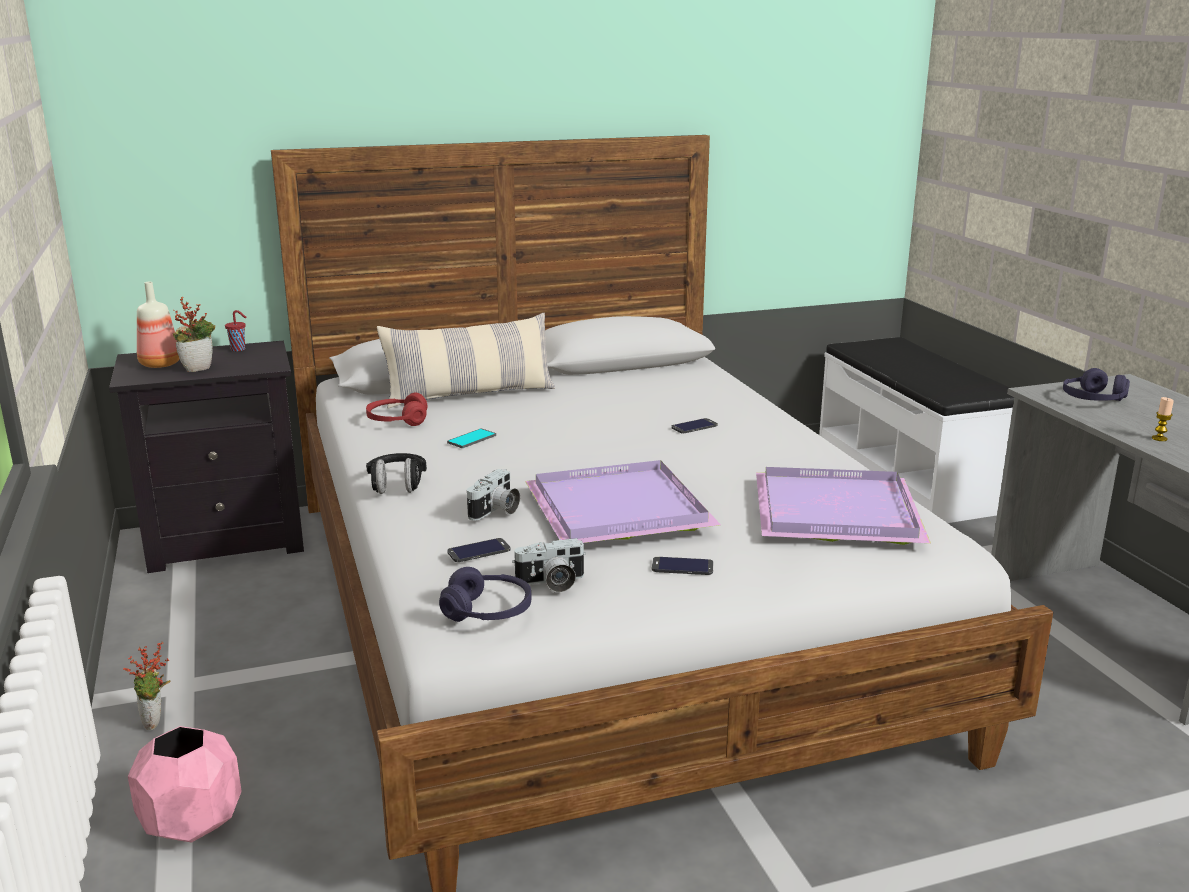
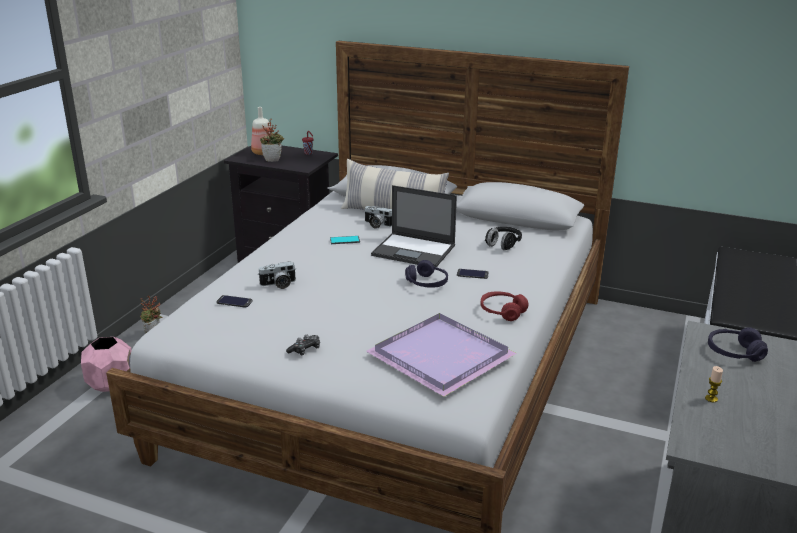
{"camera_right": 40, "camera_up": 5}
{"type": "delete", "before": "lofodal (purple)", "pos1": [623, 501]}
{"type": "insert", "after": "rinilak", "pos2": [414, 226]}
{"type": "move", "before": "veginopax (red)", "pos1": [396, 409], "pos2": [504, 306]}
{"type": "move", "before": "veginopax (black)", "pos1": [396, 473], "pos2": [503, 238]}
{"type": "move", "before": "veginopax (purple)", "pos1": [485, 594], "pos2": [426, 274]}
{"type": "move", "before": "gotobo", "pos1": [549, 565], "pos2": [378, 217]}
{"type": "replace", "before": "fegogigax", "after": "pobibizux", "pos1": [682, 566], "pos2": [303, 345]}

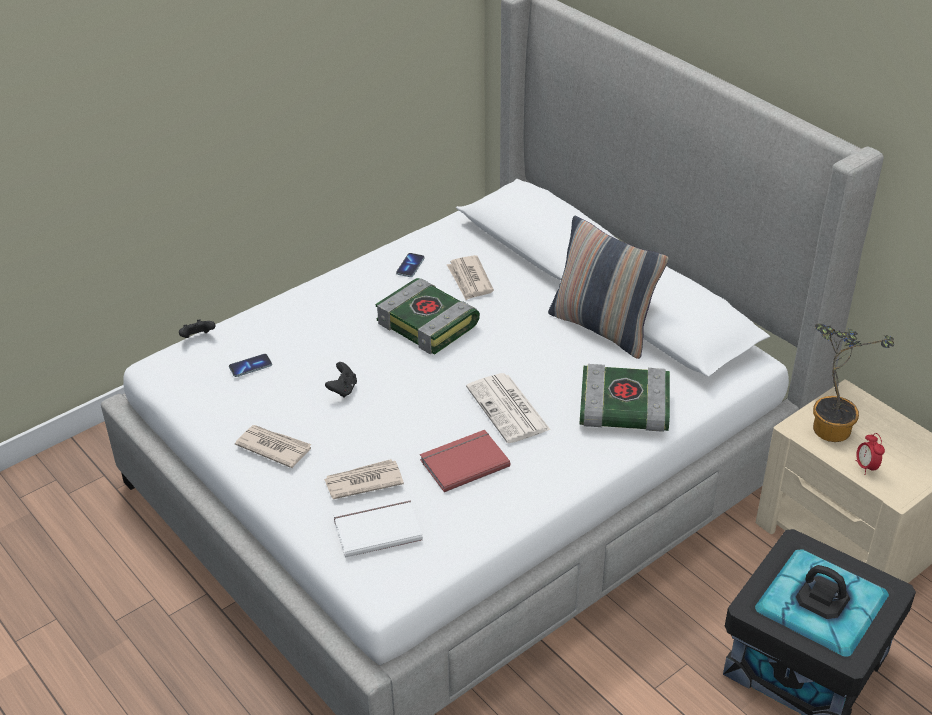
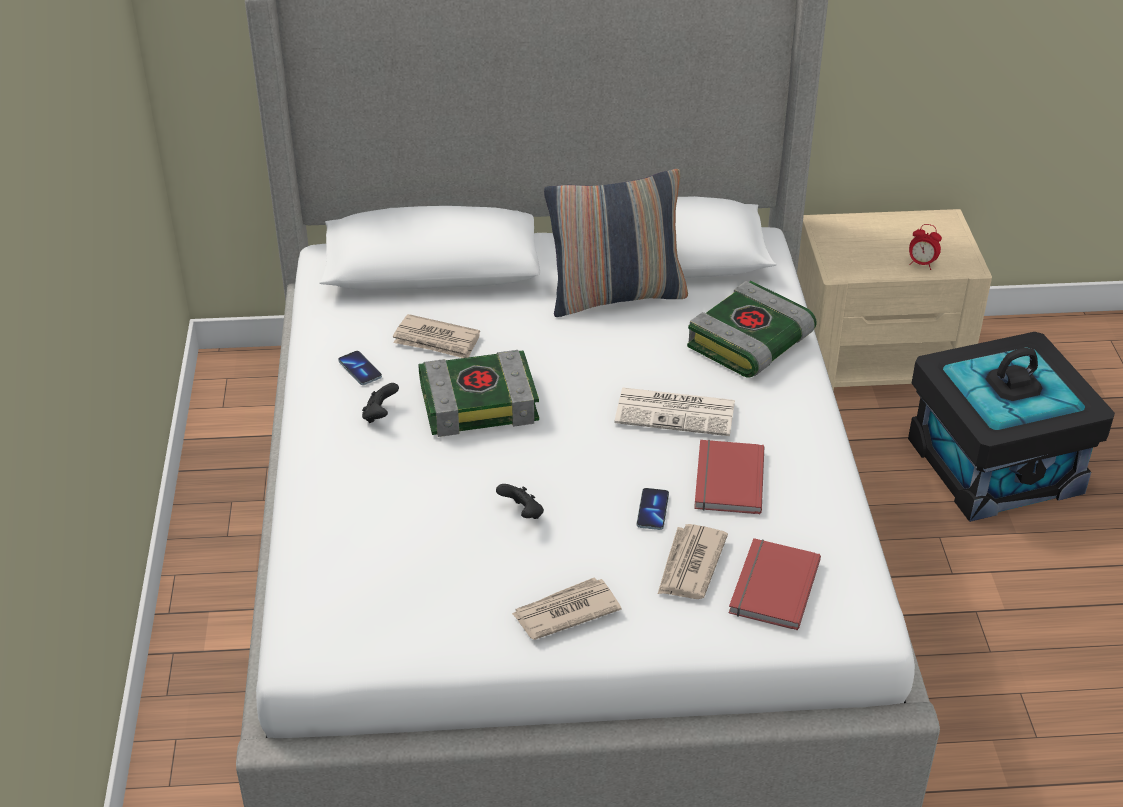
{"camera_right": -55, "camera_up": 0}
{"type": "delete", "before": "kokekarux", "pos1": [853, 382]}
{"type": "move", "before": "pobibizux (black)", "pos1": [197, 328], "pos2": [380, 403]}
{"type": "move", "before": "fegogigax", "pos1": [250, 365], "pos2": [653, 509]}
{"type": "recolor", "before": "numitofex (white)", "after": "numitofex (red)", "pos1": [378, 527], "pos2": [774, 584]}

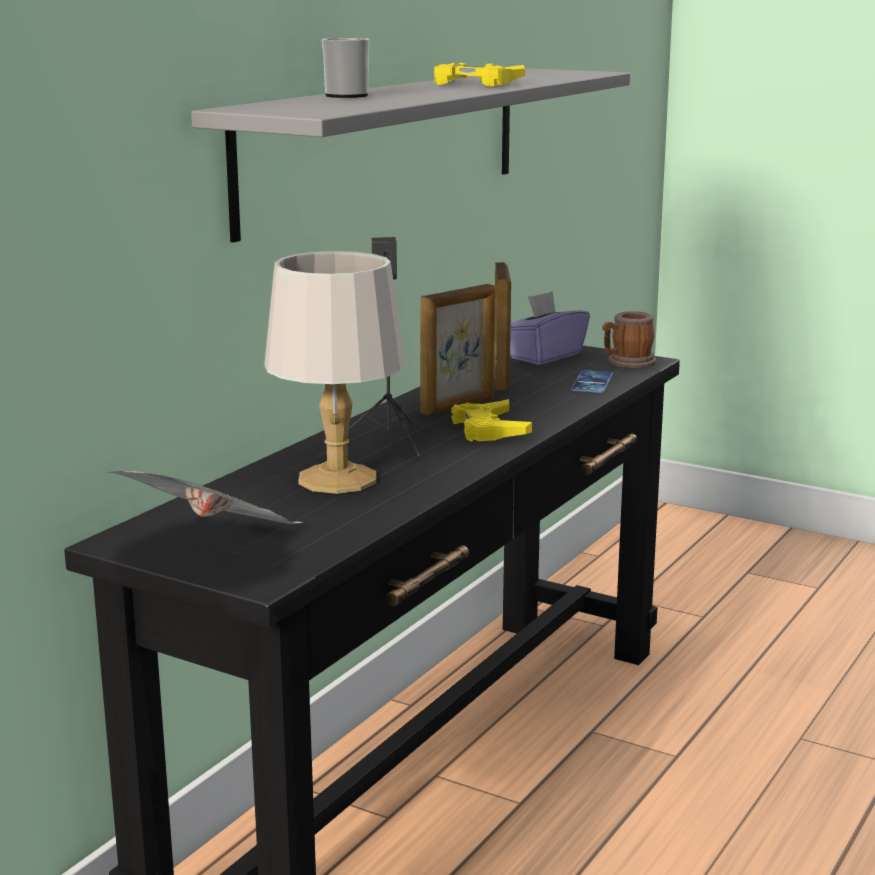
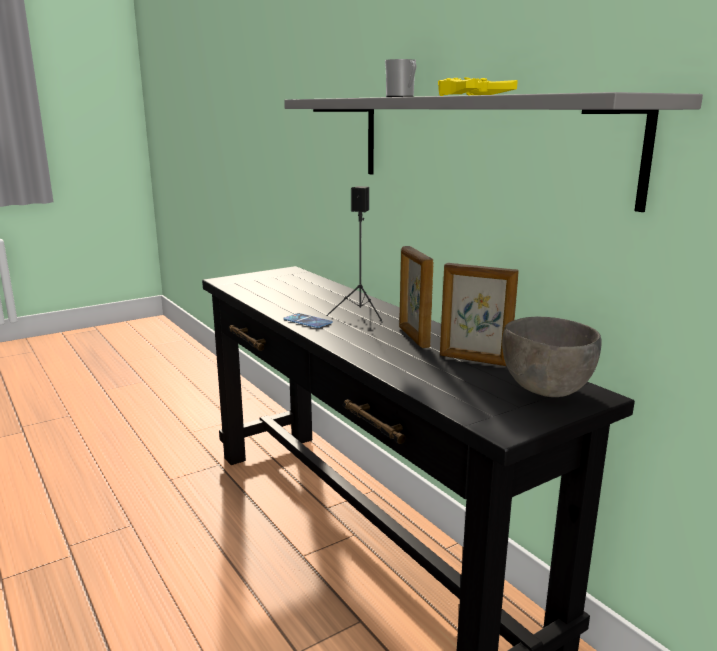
{"camera_right": 115, "camera_up": 0}
{"type": "delete", "before": "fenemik", "pos1": [204, 497]}
{"type": "delete", "before": "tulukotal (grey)", "pos1": [335, 372]}
{"type": "delete", "before": "pobibizux (yellow)", "pos1": [491, 420]}
{"type": "delete", "before": "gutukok", "pos1": [629, 340]}
{"type": "move", "before": "fegogigax", "pos1": [592, 381], "pos2": [308, 320]}
{"type": "replace", "before": "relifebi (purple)", "after": "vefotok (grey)", "pos1": [550, 328], "pos2": [552, 356]}

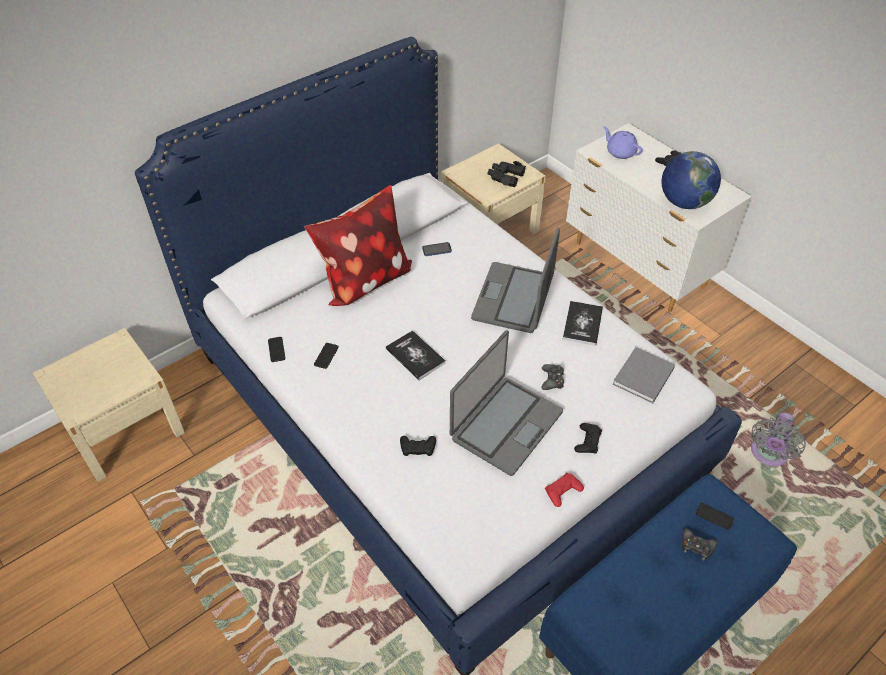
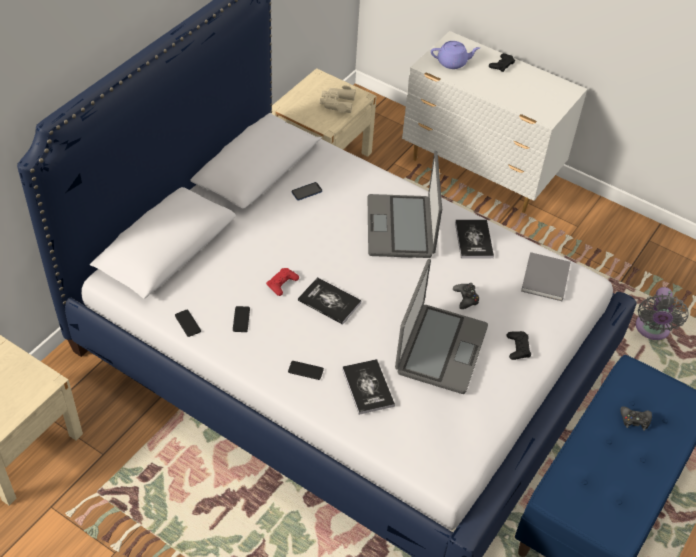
{"camera_right": -20, "camera_up": 0}
{"type": "delete", "before": "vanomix", "pos1": [358, 245]}
{"type": "delete", "before": "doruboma", "pos1": [691, 180]}
{"type": "move", "before": "pobibizux (red)", "pos1": [564, 490], "pos2": [282, 282]}
{"type": "move", "before": "fegogigax", "pos1": [715, 516], "pos2": [306, 370]}
{"type": "replace", "before": "pobibizux (black)", "after": "numitofex", "pos1": [418, 446], "pos2": [368, 387]}
{"type": "recolor", "before": "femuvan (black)", "after": "femuvan (beige)", "pos1": [506, 174], "pos2": [337, 99]}
{"type": "rotate", "before": "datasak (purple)", "pos1": [623, 142], "pos2": [455, 55], "turn": 150}

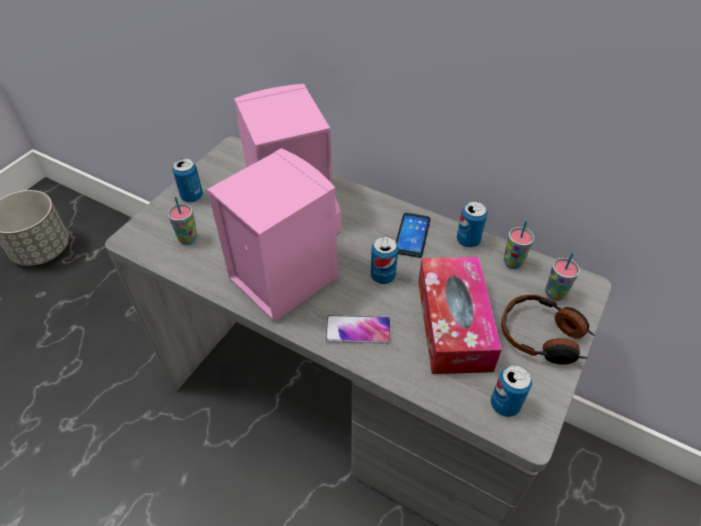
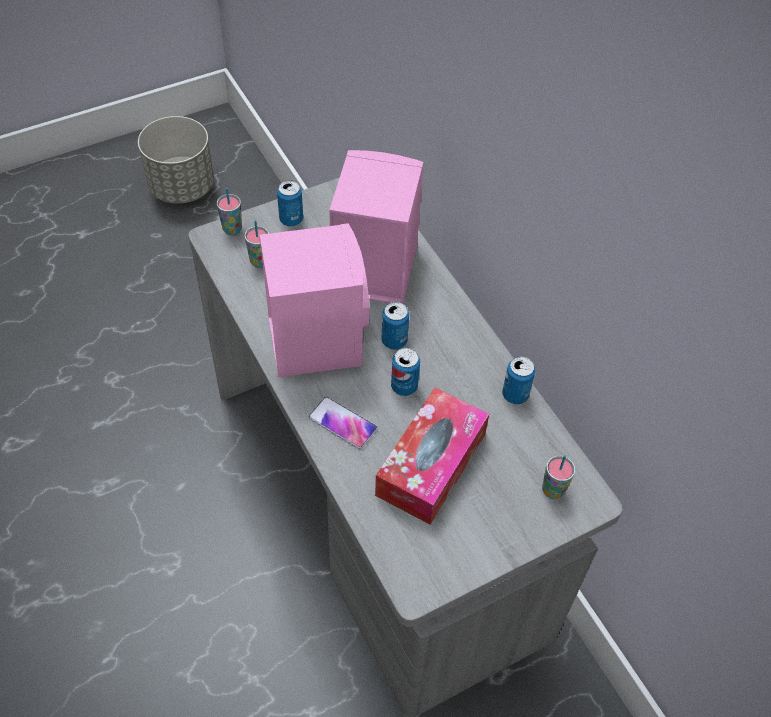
{"camera_right": 30, "camera_up": 5}
{"type": "delete", "before": "fegogigax", "pos1": [413, 235]}
{"type": "delete", "before": "veginopax", "pos1": [548, 330]}
{"type": "move", "before": "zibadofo", "pos1": [511, 391], "pos2": [395, 326]}
{"type": "move", "before": "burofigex", "pos1": [519, 245], "pos2": [229, 212]}

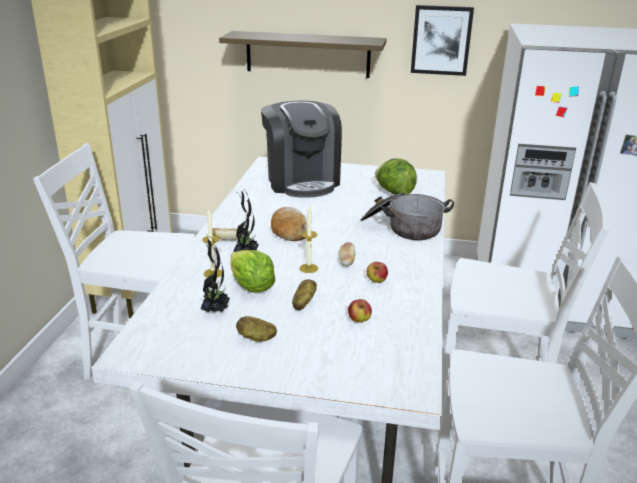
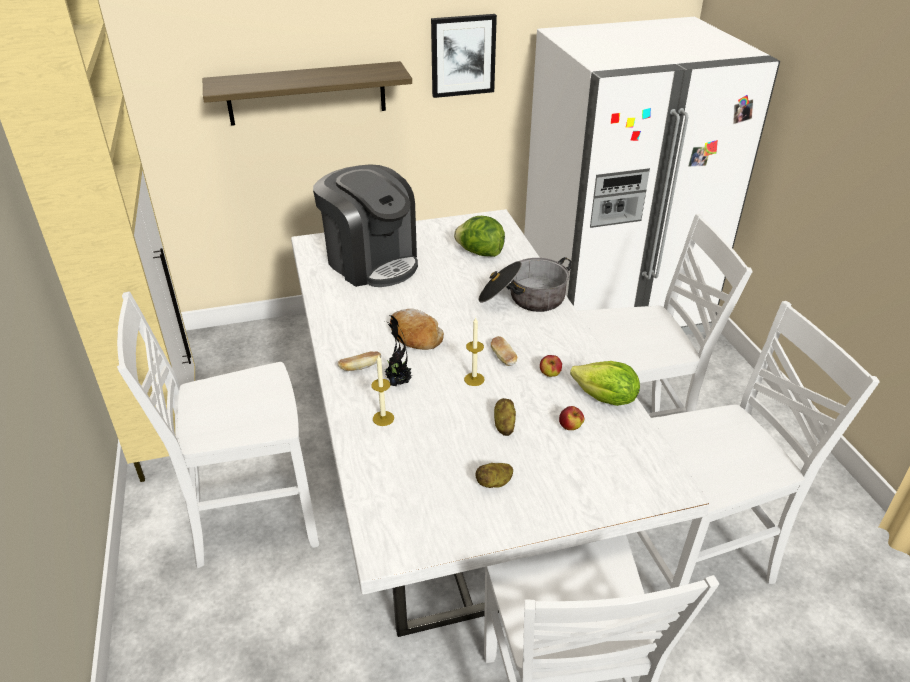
{"camera_right": -25, "camera_up": 10}
{"type": "delete", "before": "kokekarux", "pos1": [215, 273]}
{"type": "move", "before": "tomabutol", "pos1": [252, 271], "pos2": [605, 383]}

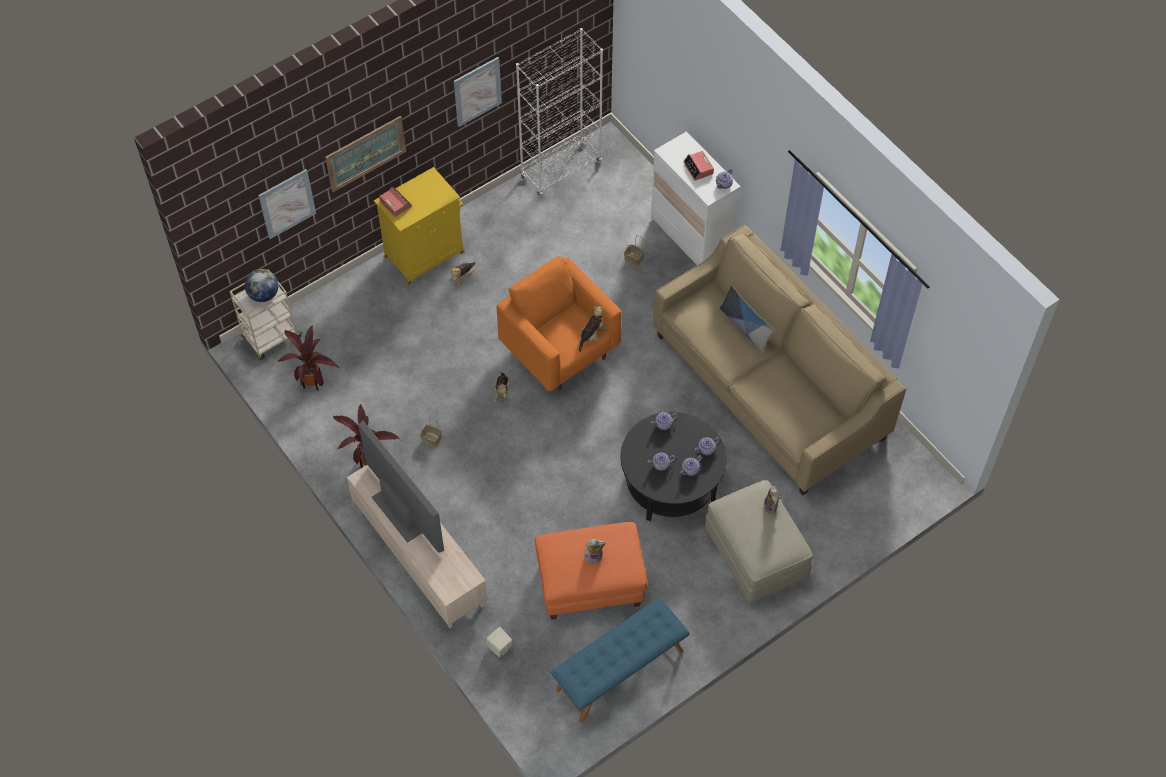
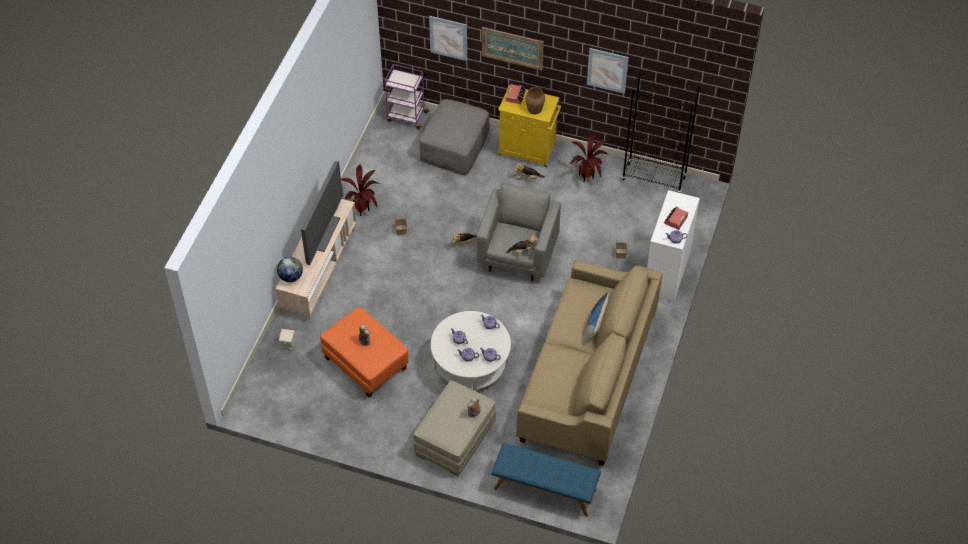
{"camera_right": 55, "camera_up": -5}
{"type": "insert", "after": "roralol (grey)", "pos2": [454, 137]}
{"type": "insert", "after": "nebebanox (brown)", "pos2": [535, 101]}
{"type": "move", "before": "doruboma", "pos1": [262, 285], "pos2": [290, 269]}
{"type": "move", "before": "kokekarux", "pos1": [308, 358], "pos2": [589, 157]}
{"type": "move", "before": "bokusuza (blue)", "pos1": [620, 660], "pos2": [546, 480]}
{"type": "recolor", "before": "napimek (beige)", "after": "napimek (purple)", "pos1": [266, 314], "pos2": [407, 96]}
{"type": "recolor", "before": "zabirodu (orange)", "after": "zabirodu (grey)", "pos1": [559, 323], "pos2": [518, 232]}
{"type": "recolor", "before": "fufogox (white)", "after": "fufogox (black)", "pos1": [559, 113], "pos2": [661, 132]}
{"type": "recolor", "before": "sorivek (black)", "after": "sorivek (white)", "pos1": [673, 466], "pos2": [471, 351]}

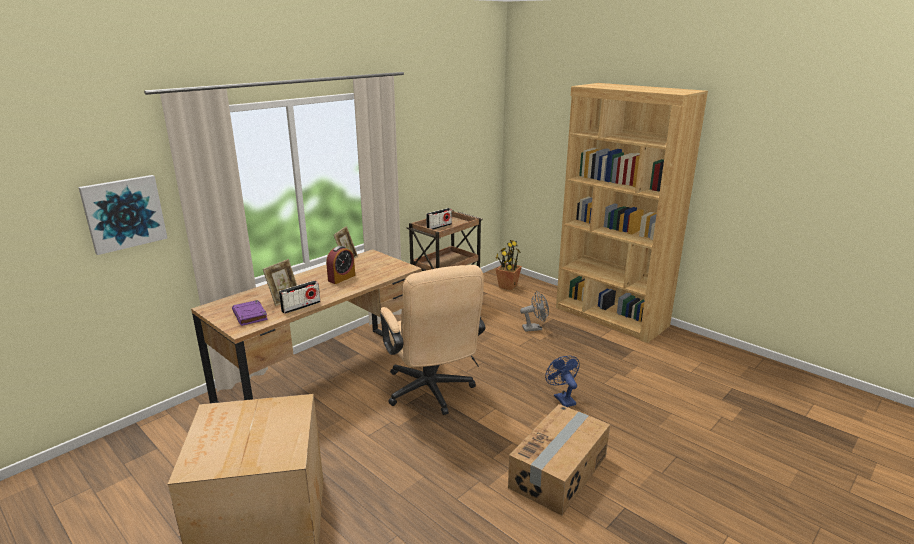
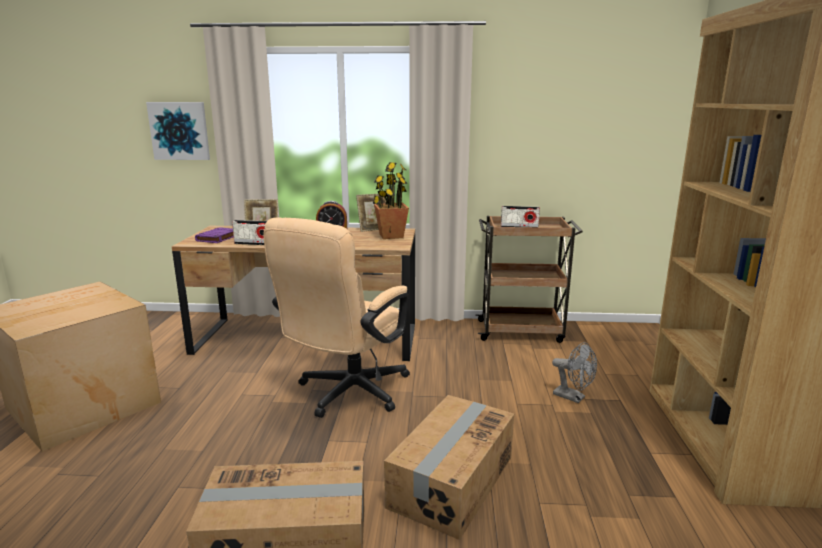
{"camera_right": 50, "camera_up": -5}
{"type": "move", "before": "kokekarux", "pos1": [509, 265], "pos2": [391, 200]}
{"type": "replace", "before": "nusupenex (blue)", "after": "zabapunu", "pos1": [562, 381], "pos2": [449, 467]}

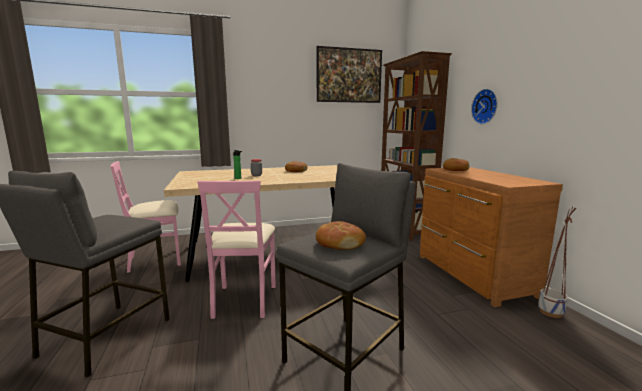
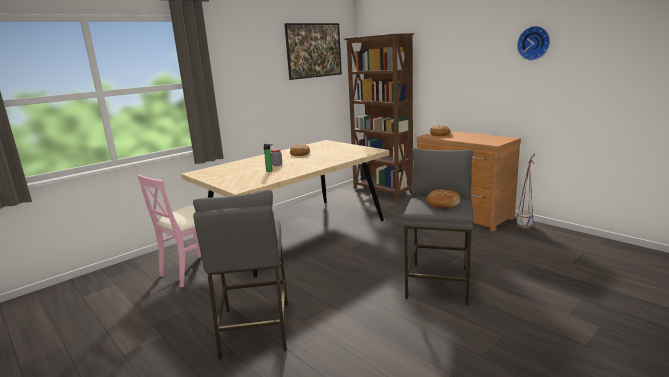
{"camera_right": -25, "camera_up": 5}
{"type": "delete", "before": "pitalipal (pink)", "pos1": [236, 250]}
{"type": "move", "before": "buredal", "pos1": [484, 106], "pos2": [533, 43]}

